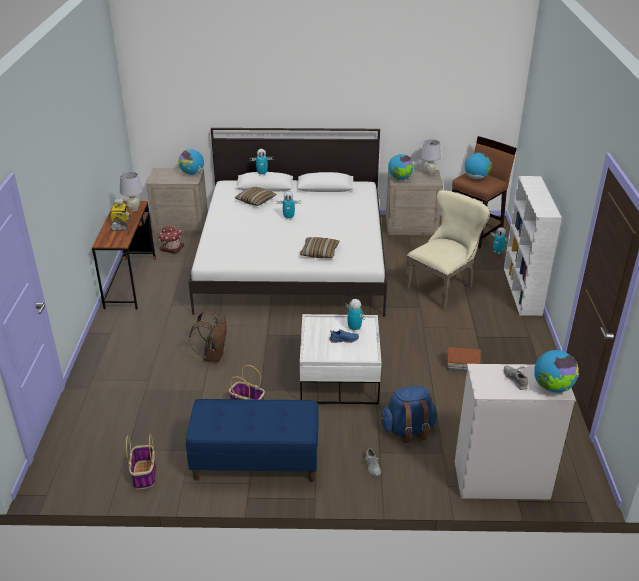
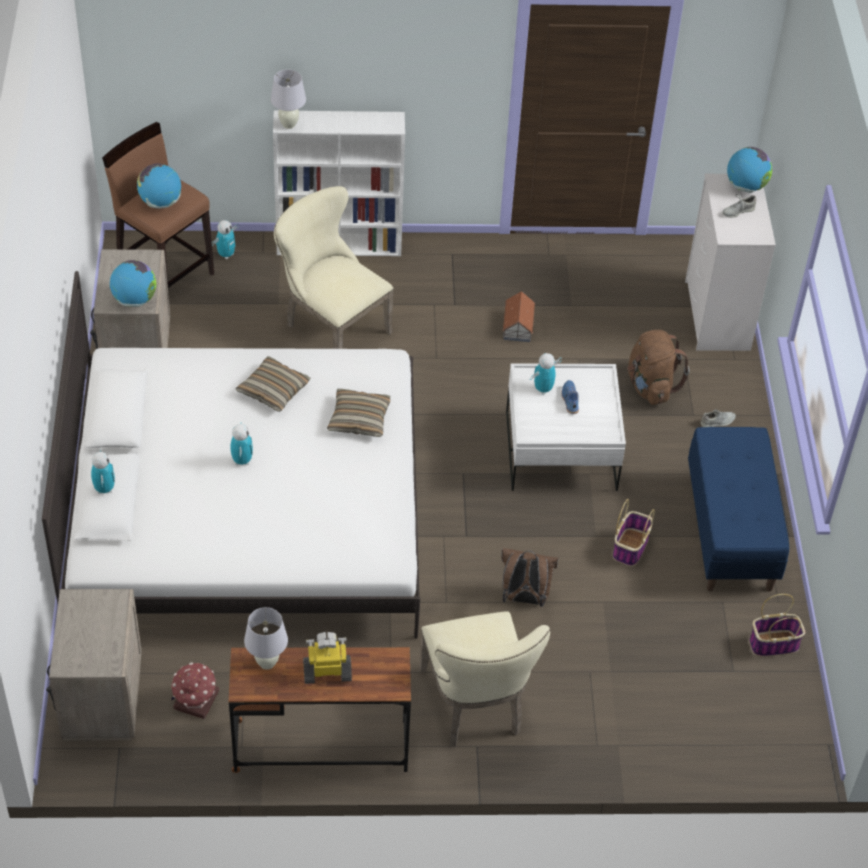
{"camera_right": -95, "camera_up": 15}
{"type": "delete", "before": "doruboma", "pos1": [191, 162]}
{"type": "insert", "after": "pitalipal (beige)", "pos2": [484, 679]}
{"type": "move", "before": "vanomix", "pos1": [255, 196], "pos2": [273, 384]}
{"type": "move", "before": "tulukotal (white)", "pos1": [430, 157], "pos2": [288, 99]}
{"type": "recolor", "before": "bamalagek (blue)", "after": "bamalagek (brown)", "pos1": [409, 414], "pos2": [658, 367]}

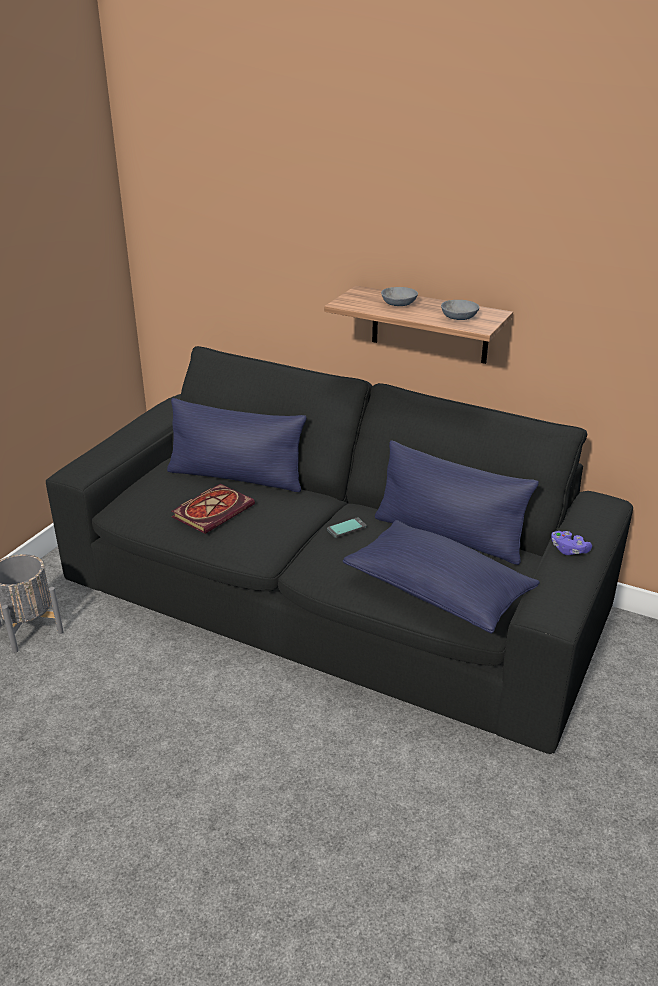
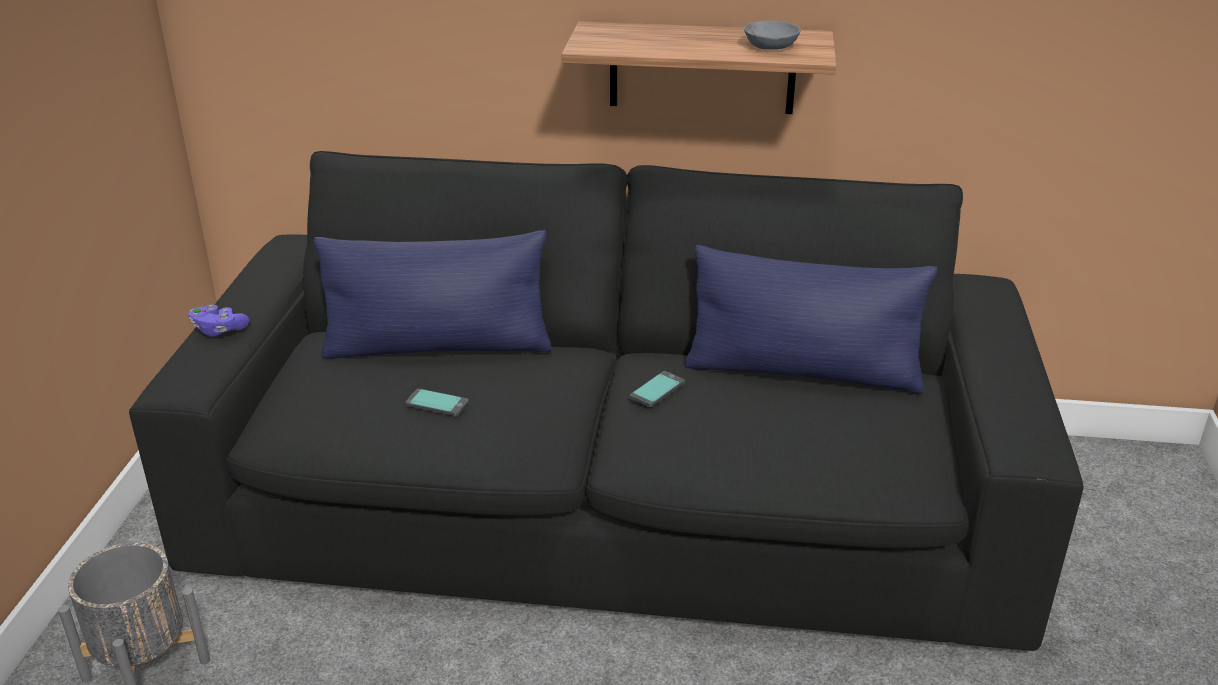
{"camera_right": -20, "camera_up": 0}
{"type": "delete", "before": "vanomix (blue)", "pos1": [441, 577]}
{"type": "delete", "before": "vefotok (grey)", "pos1": [399, 296]}
{"type": "move", "before": "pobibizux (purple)", "pos1": [571, 543], "pos2": [218, 321]}
{"type": "replace", "before": "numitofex", "after": "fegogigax", "pos1": [213, 509], "pos2": [437, 403]}

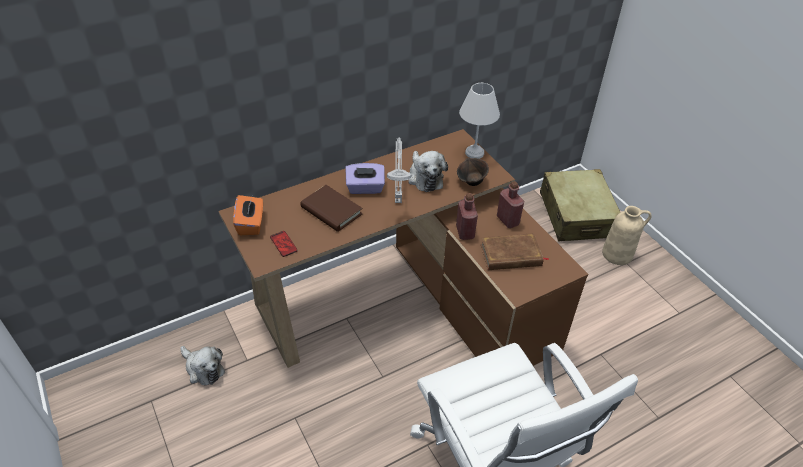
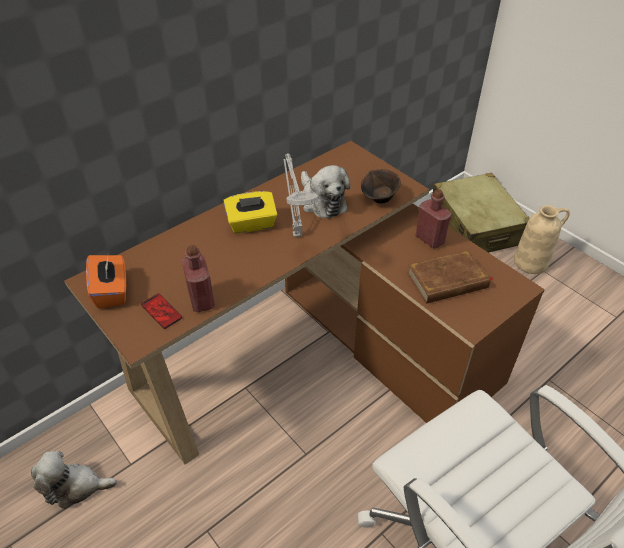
{"camera_right": -10, "camera_up": 0}
{"type": "delete", "before": "numitofex (brown)", "pos1": [331, 208]}
{"type": "delete", "before": "tulukotal (white)", "pos1": [479, 121]}
{"type": "move", "before": "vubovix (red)", "pos1": [467, 216], "pos2": [198, 278]}
{"type": "recolor", "before": "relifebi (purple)", "after": "relifebi (yellow)", "pos1": [365, 178], "pos2": [251, 212]}
{"type": "rotate", "before": "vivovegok", "pos1": [202, 366], "pos2": [74, 480], "turn": 150}

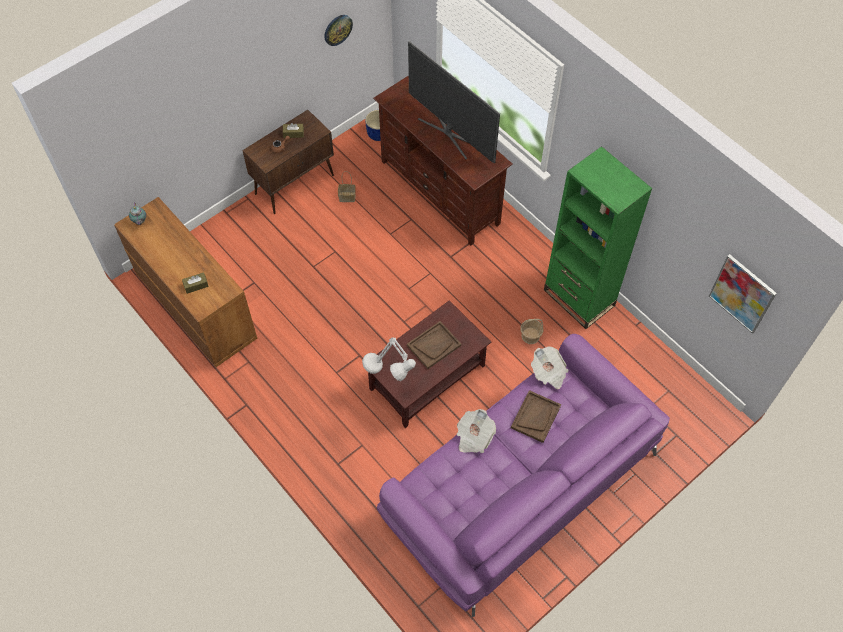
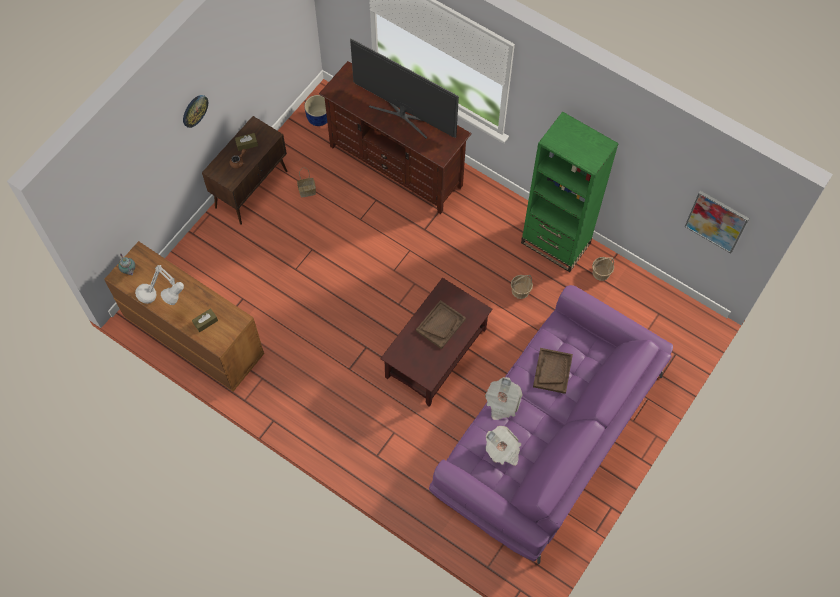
{"camera_right": -15, "camera_up": 5}
{"type": "insert", "after": "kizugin", "pos2": [603, 269]}
{"type": "move", "before": "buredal", "pos1": [338, 30], "pos2": [195, 111]}
{"type": "move", "before": "tulukotal (grey)", "pos1": [389, 359], "pos2": [159, 285]}
{"type": "move", "before": "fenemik", "pos1": [550, 367], "pos2": [503, 446]}

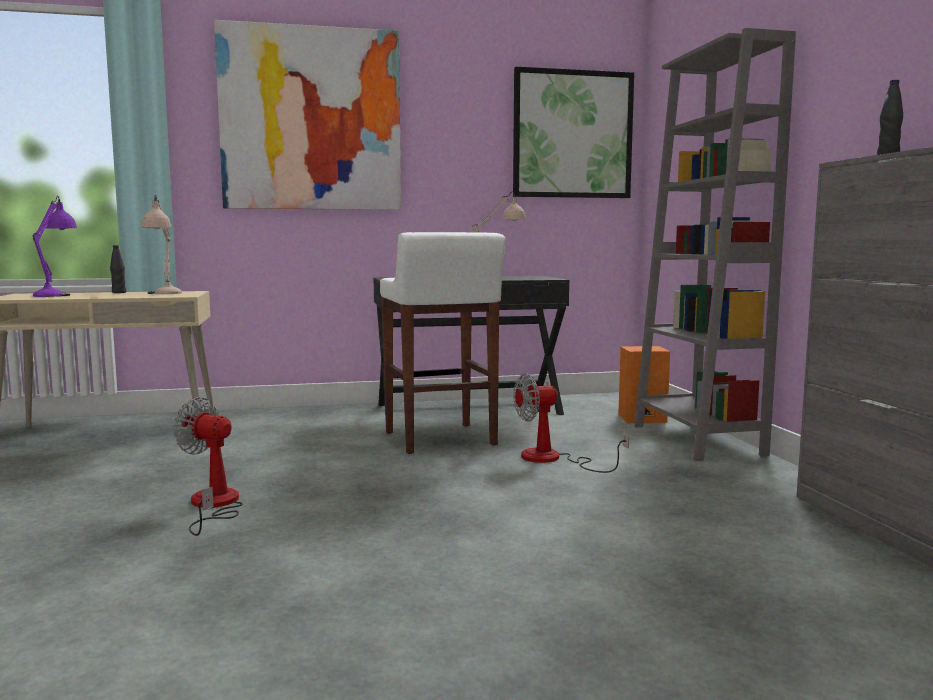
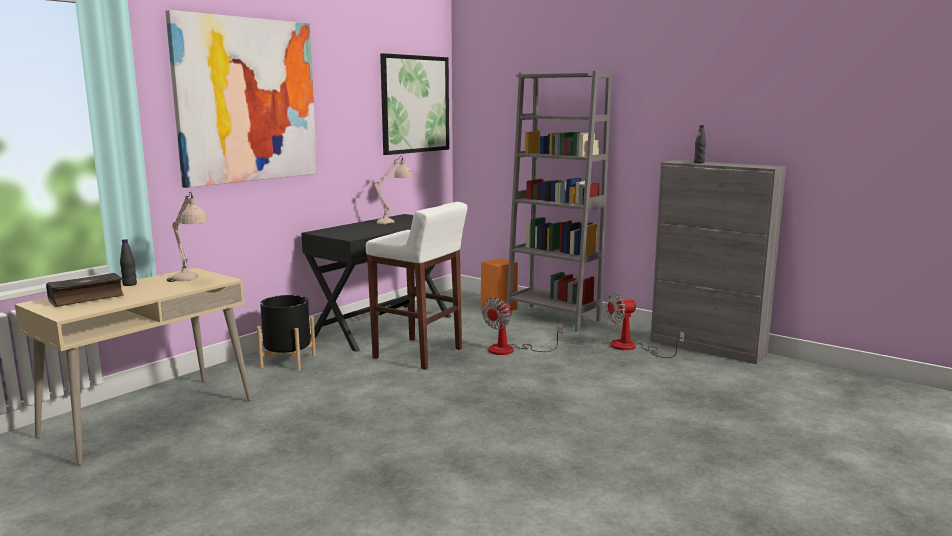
{"camera_right": -40, "camera_up": 5}
{"type": "insert", "after": "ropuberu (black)", "pos2": [286, 333]}
{"type": "move", "before": "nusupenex", "pos1": [208, 466], "pos2": [645, 325]}
{"type": "replace", "before": "tulukotal (purple)", "after": "numitofex", "pos1": [54, 246], "pos2": [85, 290]}

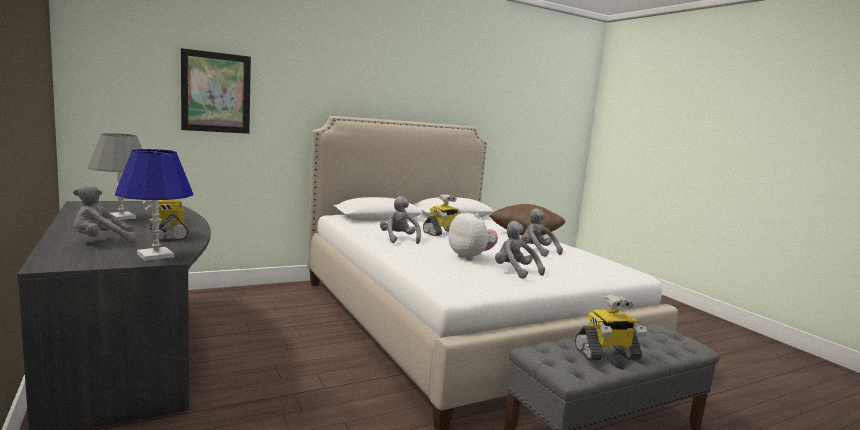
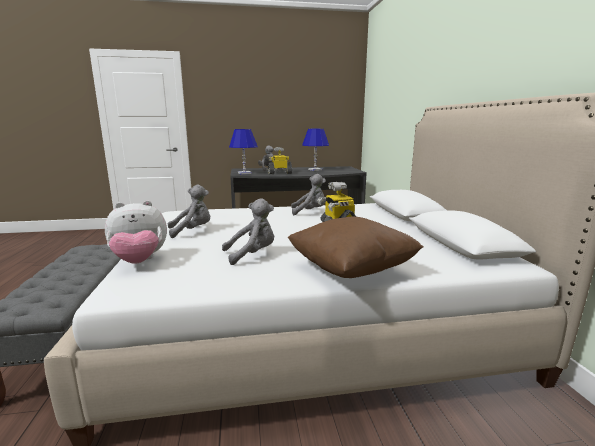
{"camera_right": 110, "camera_up": 5}
{"type": "delete", "before": "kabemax", "pos1": [216, 91]}
{"type": "delete", "before": "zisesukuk", "pos1": [611, 327]}
{"type": "move", "before": "vivovegok", "pos1": [473, 235], "pos2": [136, 232]}
{"type": "recolor", "before": "tulukotal (grey)", "after": "tulukotal (blue)", "pos1": [115, 176], "pos2": [315, 150]}

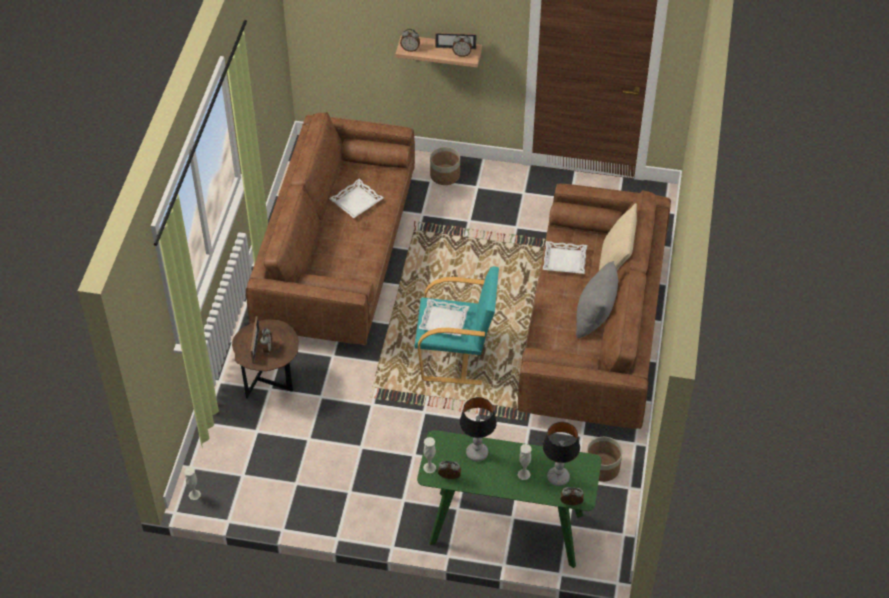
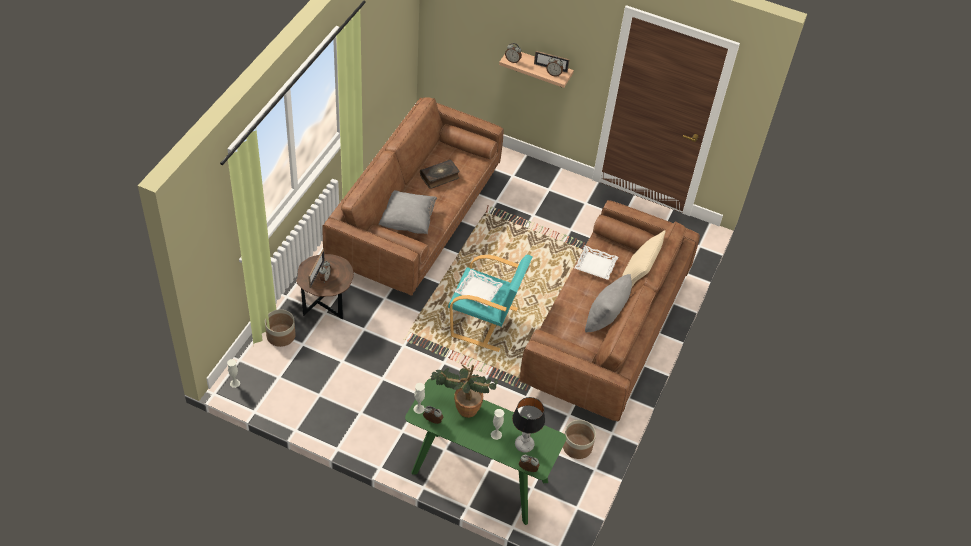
{"camera_right": 10, "camera_up": 0}
{"type": "insert", "after": "vanomix (grey)", "pos2": [407, 212]}
{"type": "move", "before": "ropuberu", "pos1": [445, 166], "pos2": [280, 328]}
{"type": "replace", "before": "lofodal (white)", "after": "numitofex", "pos1": [356, 198], "pos2": [440, 174]}
{"type": "replace", "before": "tulukotal", "after": "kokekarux", "pos1": [478, 429], "pos2": [464, 391]}

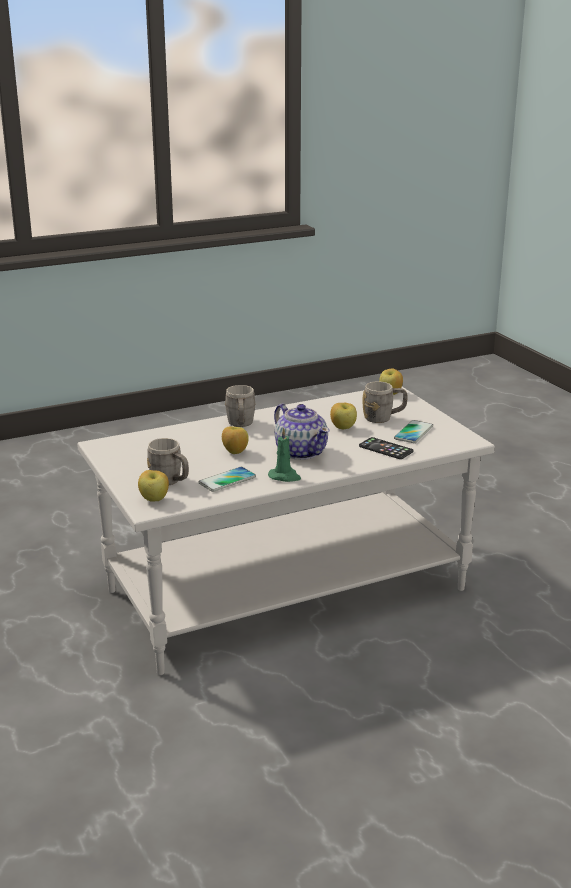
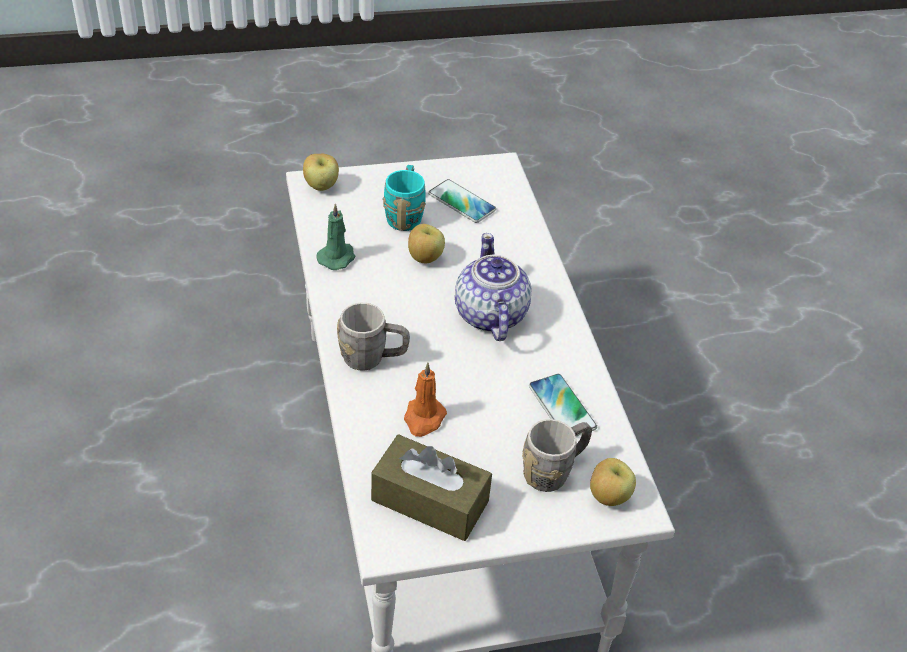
{"camera_right": -80, "camera_up": 20}
{"type": "delete", "before": "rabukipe", "pos1": [235, 440]}
{"type": "delete", "before": "fegogigax", "pos1": [386, 448]}
{"type": "insert", "after": "relifebi (brown)", "pos2": [431, 488]}
{"type": "insert", "after": "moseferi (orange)", "pos2": [425, 400]}
{"type": "move", "before": "moseferi (green)", "pos1": [284, 454], "pos2": [336, 236]}
{"type": "recolor", "before": "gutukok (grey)", "after": "gutukok (turquoise)", "pos1": [385, 402], "pos2": [404, 198]}
{"type": "rotate", "before": "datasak", "pos1": [302, 432], "pos2": [493, 287], "turn": -75}

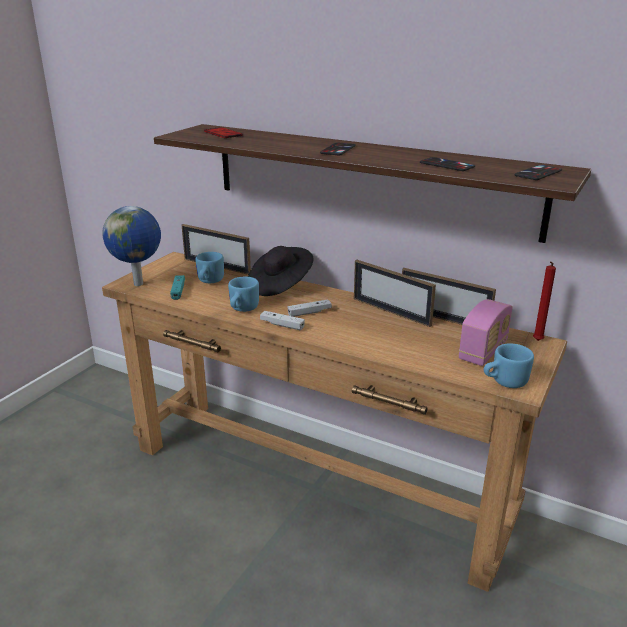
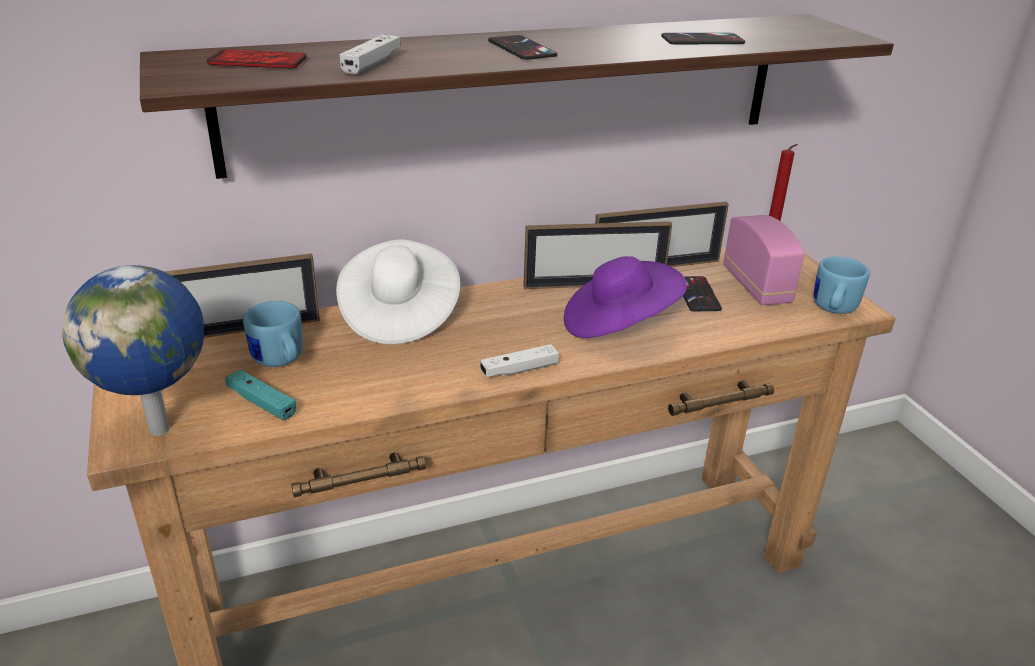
{"camera_right": -50, "camera_up": 5}
{"type": "delete", "before": "gutukok (blue)", "pos1": [243, 294]}
{"type": "insert", "after": "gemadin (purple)", "pos2": [625, 297]}
{"type": "move", "before": "pobibizux (white)", "pos1": [310, 308], "pos2": [370, 54]}
{"type": "move", "before": "fegogigax", "pos1": [538, 172], "pos2": [702, 293]}
{"type": "recolor", "before": "gemadin (black)", "after": "gemadin (white)", "pos1": [281, 271], "pos2": [398, 292]}

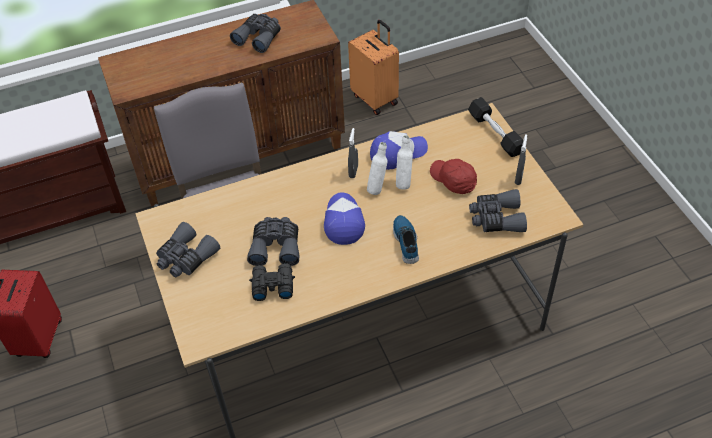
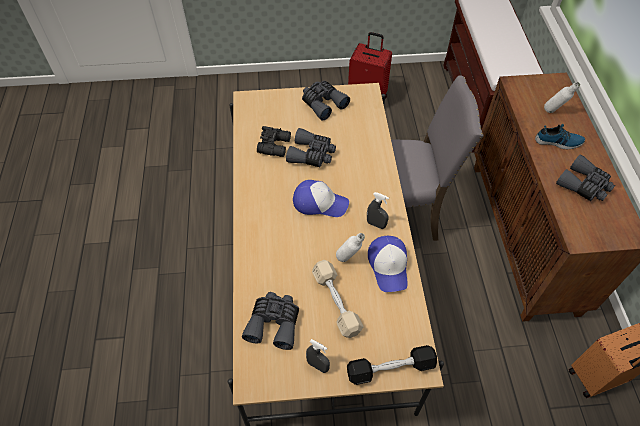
{"camera_right": 105, "camera_up": 5}
{"type": "move", "before": "vubovix (white)", "pos1": [377, 168], "pos2": [562, 97]}
{"type": "move", "before": "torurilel", "pos1": [406, 239], "pos2": [560, 136]}
{"type": "replace", "before": "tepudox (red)", "after": "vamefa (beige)", "pos1": [453, 176], "pos2": [338, 299]}

